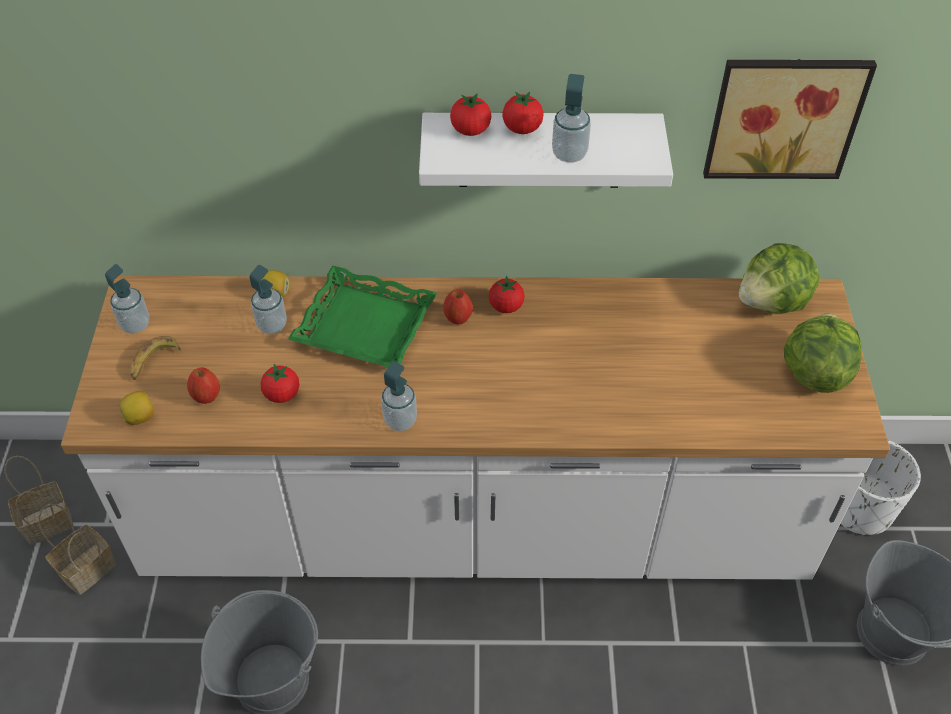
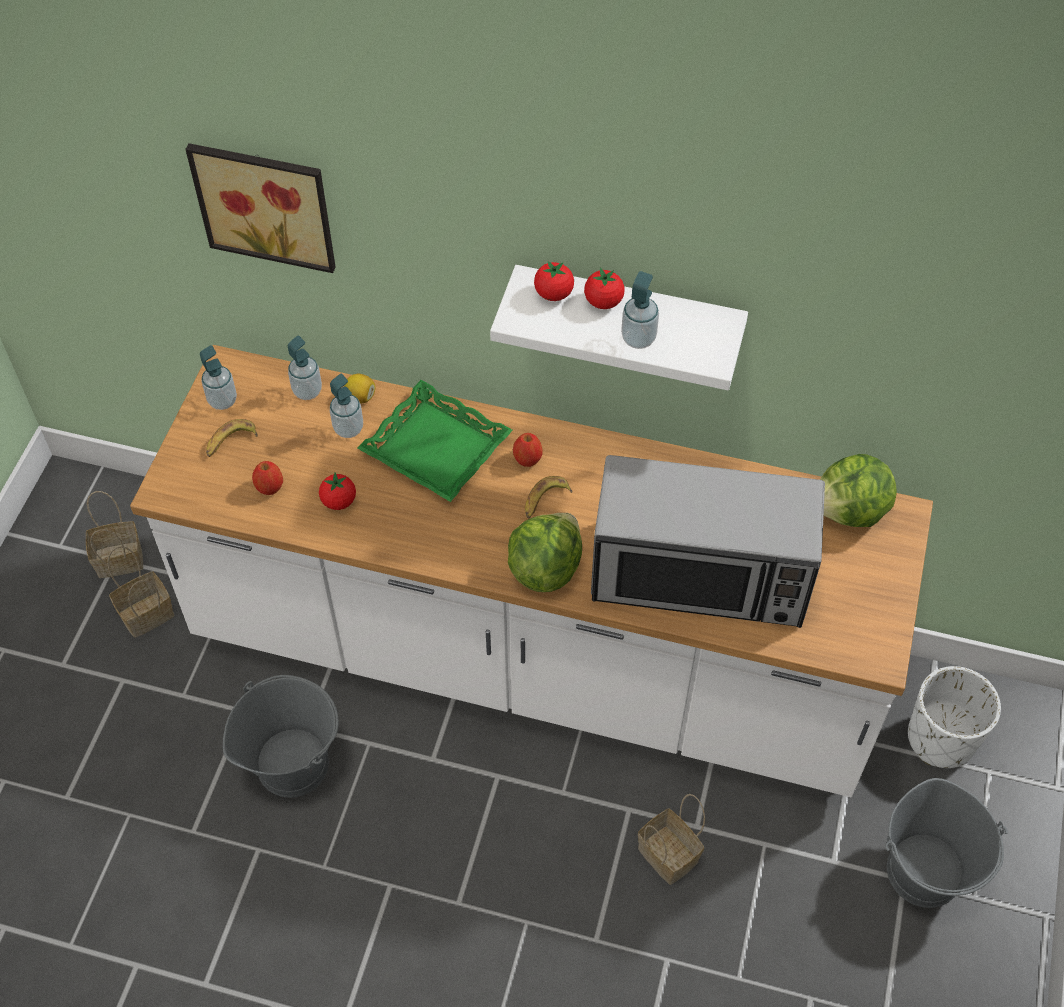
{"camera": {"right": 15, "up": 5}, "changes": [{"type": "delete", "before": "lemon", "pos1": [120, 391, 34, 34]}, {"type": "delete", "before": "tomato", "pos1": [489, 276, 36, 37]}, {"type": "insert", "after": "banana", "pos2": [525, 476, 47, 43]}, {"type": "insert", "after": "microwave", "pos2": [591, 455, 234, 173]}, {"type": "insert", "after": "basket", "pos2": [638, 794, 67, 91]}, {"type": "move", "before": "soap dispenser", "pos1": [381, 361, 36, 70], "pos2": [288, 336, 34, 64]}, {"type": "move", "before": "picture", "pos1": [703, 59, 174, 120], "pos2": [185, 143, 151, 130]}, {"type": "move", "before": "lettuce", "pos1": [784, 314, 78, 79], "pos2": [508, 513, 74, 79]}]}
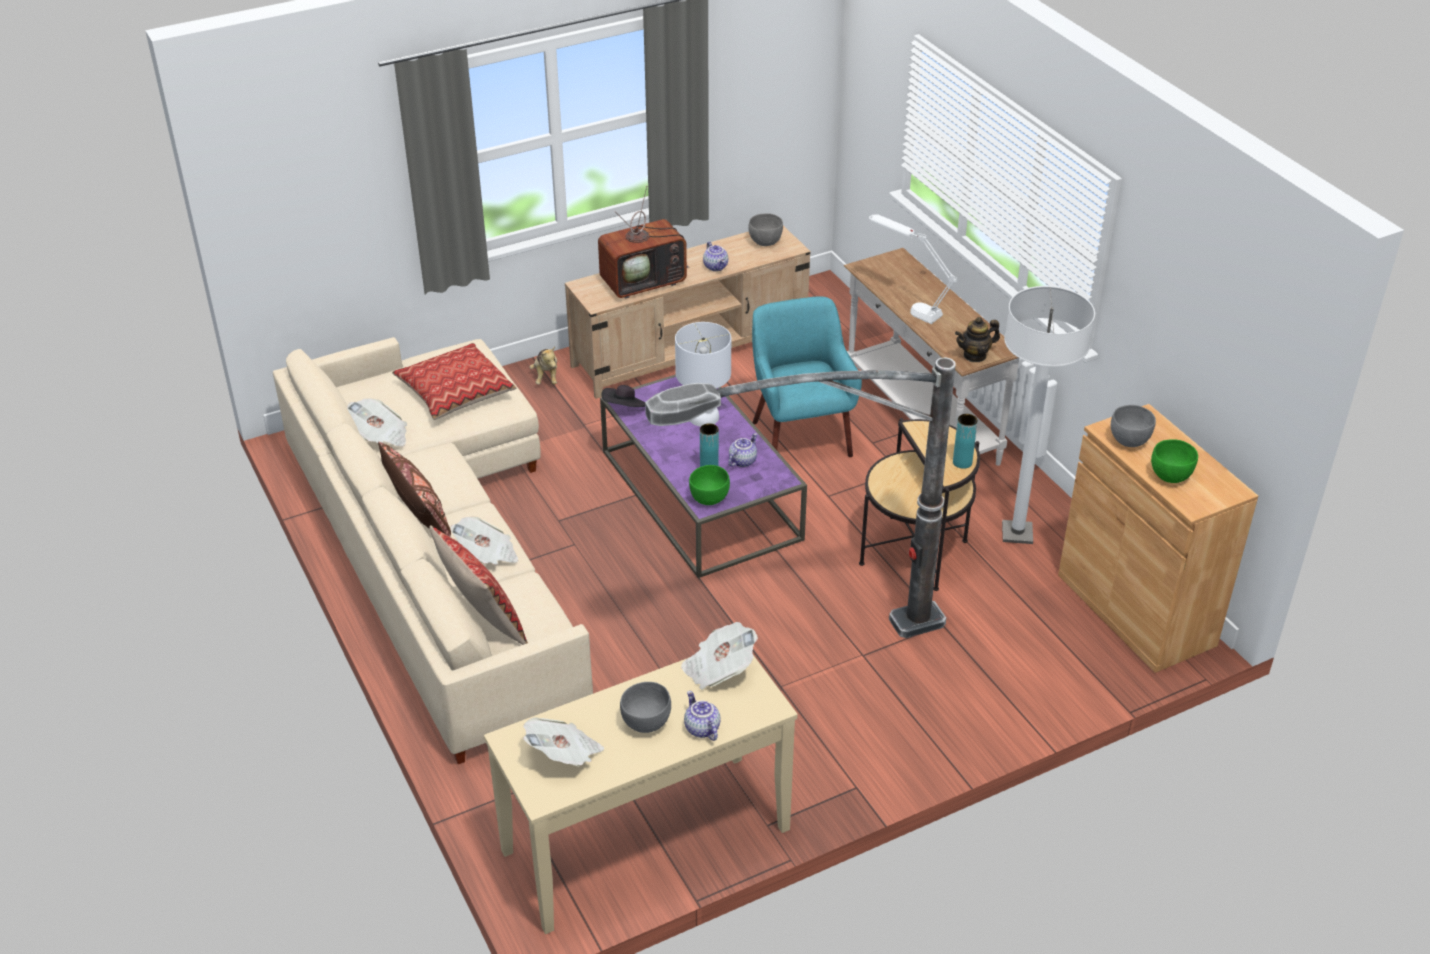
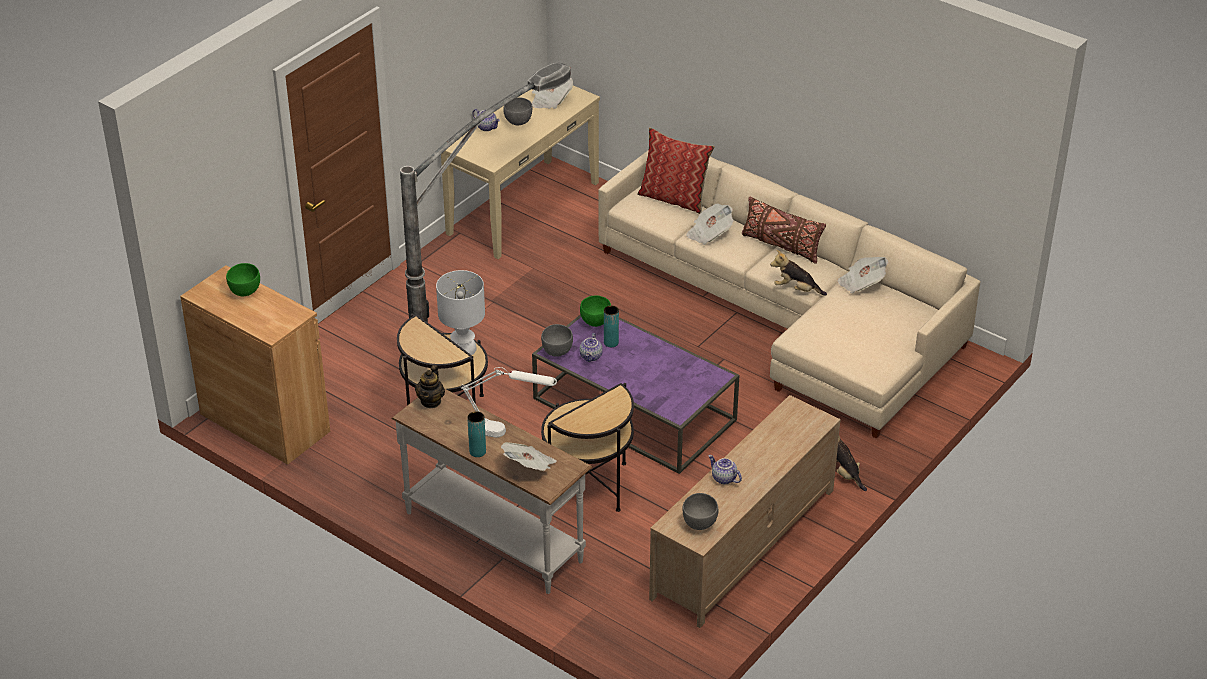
{"camera": {"right": 155, "up": 0}, "changes": [{"type": "delete", "before": "pillow", "pos1": [392, 343, 124, 77]}, {"type": "delete", "before": "television", "pos1": [598, 186, 92, 112]}, {"type": "delete", "before": "hat/black", "pos1": [602, 385, 43, 22]}, {"type": "delete", "before": "floor lamp/white", "pos1": [1002, 286, 93, 258]}, {"type": "insert", "after": "plush toy", "pos2": [770, 250, 57, 46]}, {"type": "move", "before": "table lamp/white", "pos1": [675, 322, 56, 105], "pos2": [436, 270, 49, 85]}, {"type": "move", "before": "newspaper", "pos1": [681, 622, 77, 68], "pos2": [501, 442, 56, 29]}, {"type": "move", "before": "vase/turquoise", "pos1": [953, 414, 25, 55], "pos2": [467, 411, 19, 46]}, {"type": "move", "before": "bowl/grey", "pos1": [1111, 405, 45, 42], "pos2": [541, 324, 32, 33]}, {"type": "replace", "before": "armchair/turquoise", "after": "side table", "pos1": [752, 296, 110, 161], "pos2": [541, 383, 93, 129]}, {"type": "rotate", "before": "teapot", "pos1": [955, 317, 45, 45], "pos2": [415, 365, 30, 43], "turn": 150}]}
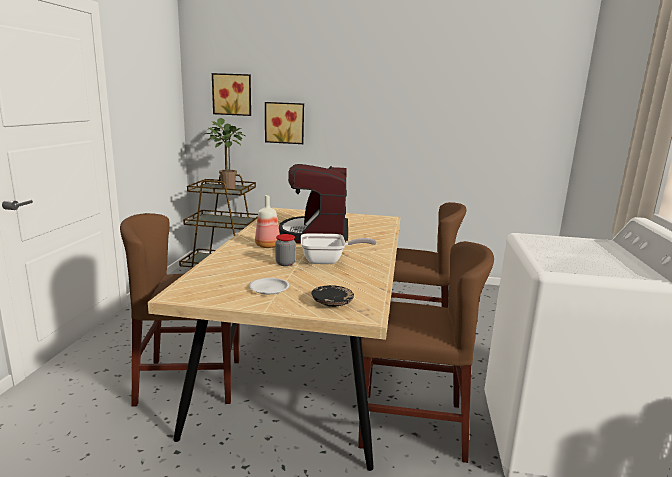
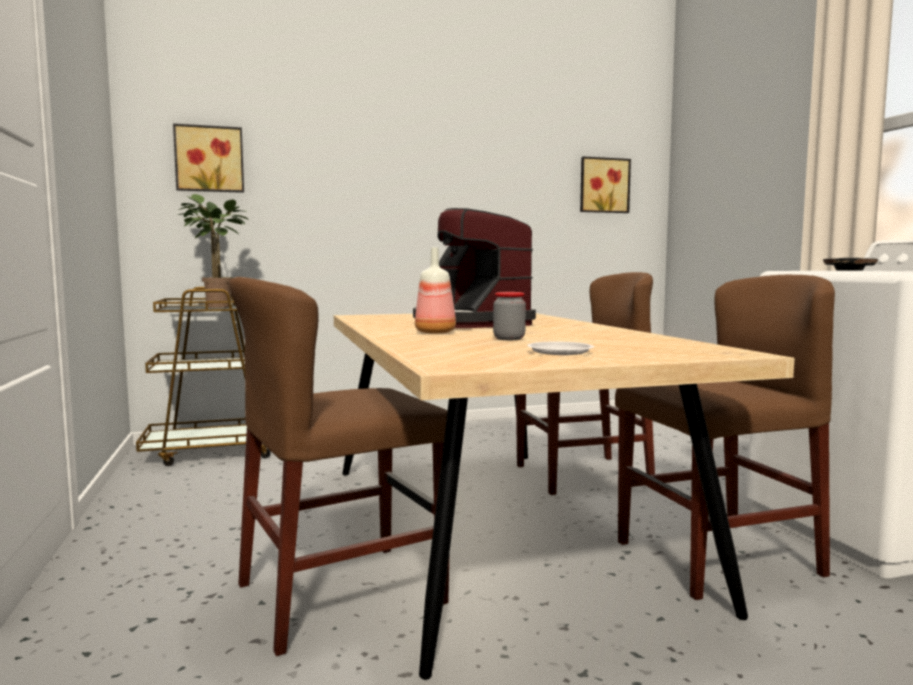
{"camera": {"right": -25, "up": -10}, "changes": [{"type": "delete", "before": "frying pan", "pos1": [301, 233, 76, 31]}, {"type": "move", "before": "picture", "pos1": [265, 102, 39, 42], "pos2": [580, 156, 51, 57]}, {"type": "move", "before": "plate/black", "pos1": [312, 285, 42, 22], "pos2": [823, 258, 55, 13]}]}
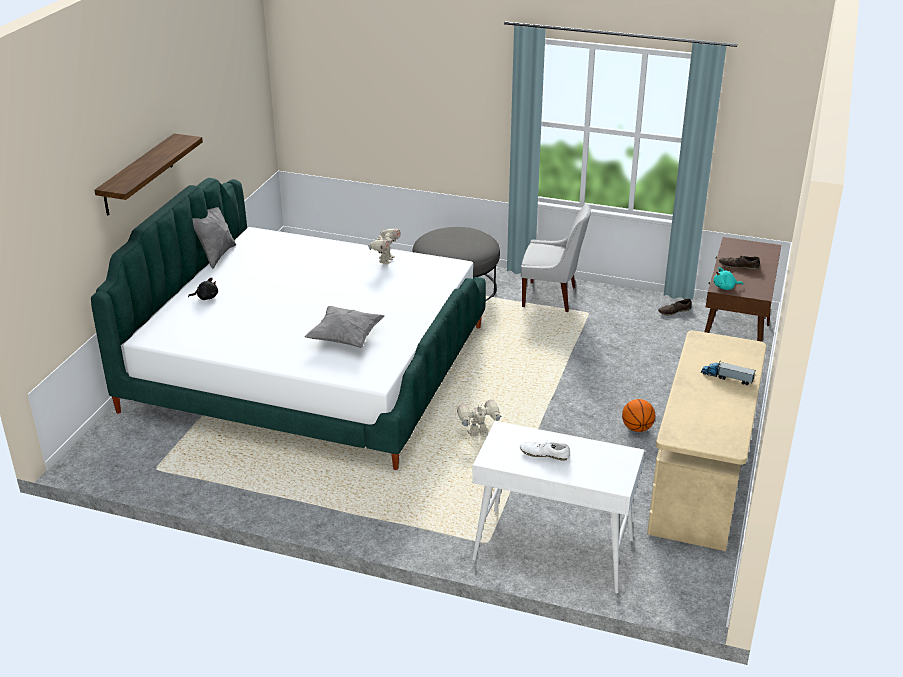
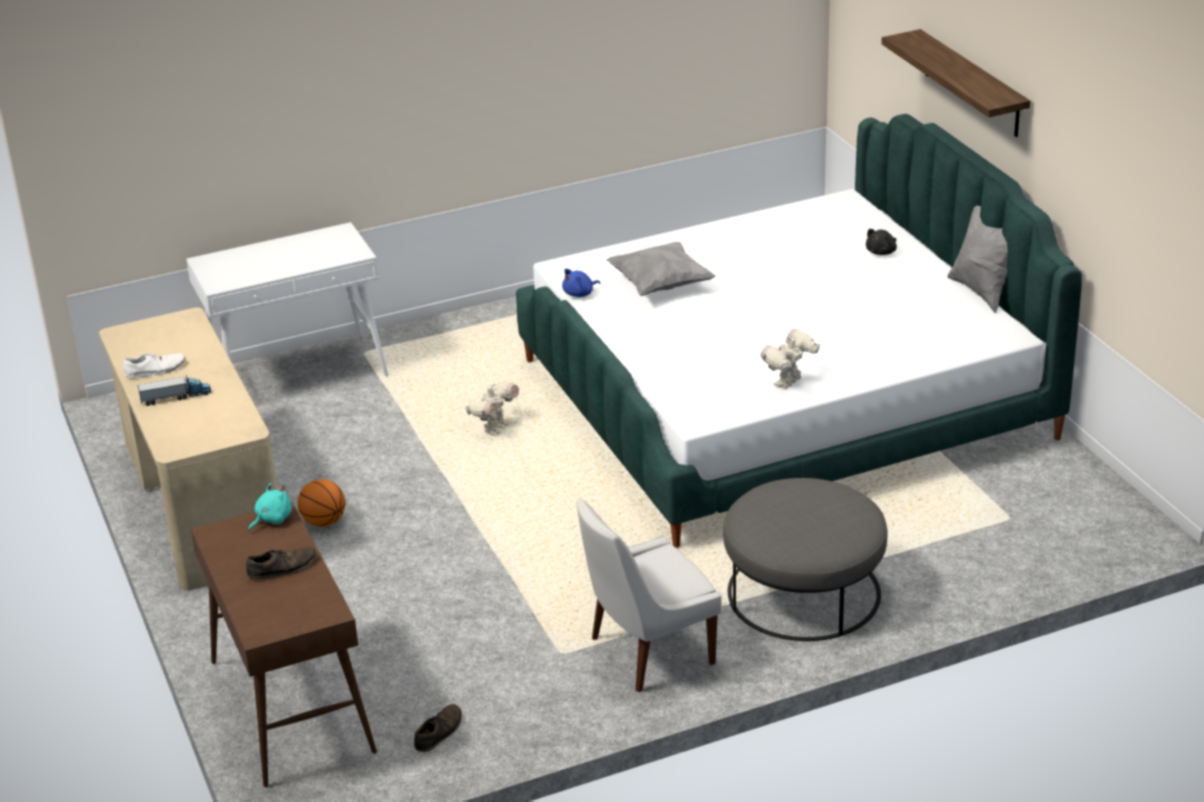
{"camera": {"right": 140, "up": 0}, "changes": [{"type": "insert", "after": "plush toy/blue", "pos2": [562, 269, 39, 28]}, {"type": "move", "before": "shoe/white", "pos1": [520, 442, 50, 19], "pos2": [123, 353, 62, 25]}, {"type": "rotate", "before": "toy robot", "pos1": [368, 229, 33, 36], "pos2": [760, 329, 60, 60], "turn": 60}]}
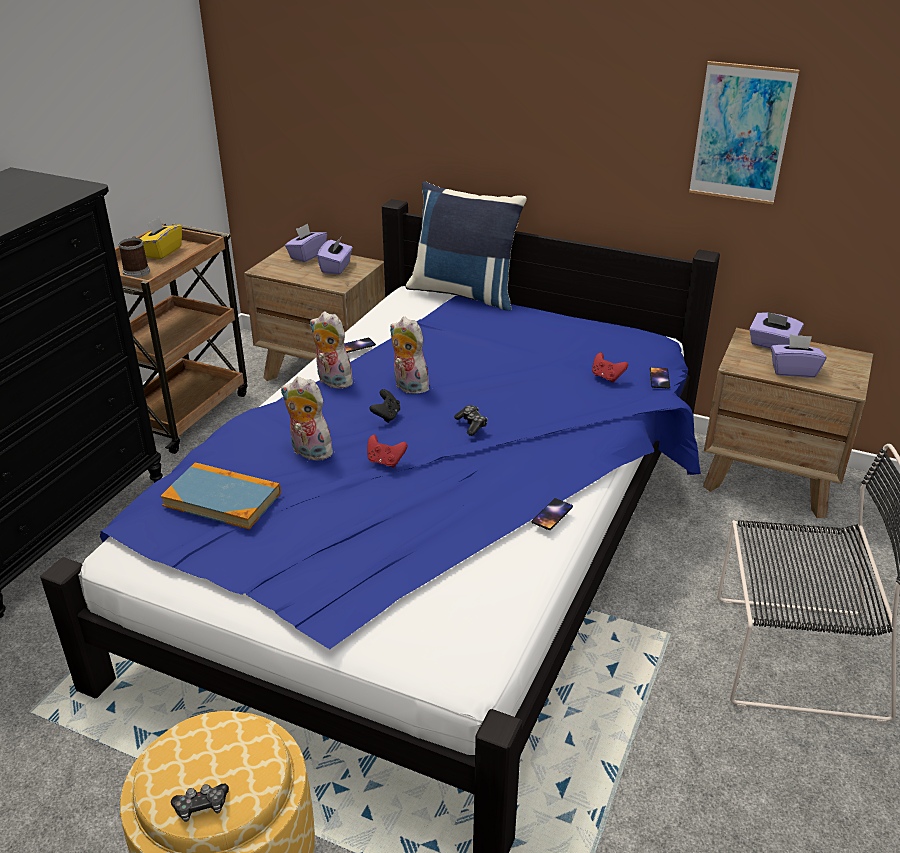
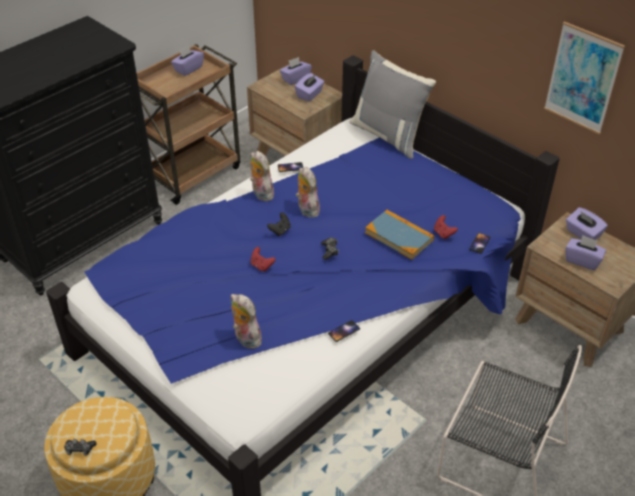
{"camera": {"right": 20, "up": 10}, "changes": [{"type": "delete", "before": "mug", "pos1": [118, 236, 32, 42]}, {"type": "move", "before": "book", "pos1": [161, 462, 120, 67], "pos2": [365, 210, 69, 50]}, {"type": "move", "before": "plush toy", "pos1": [281, 377, 52, 84], "pos2": [231, 294, 31, 55]}, {"type": "recolor", "before": "tissue box/yellow", "after": "tissue box/purple", "pos1": [140, 217, 42, 43], "pos2": [171, 46, 33, 30]}, {"type": "recolor", "before": "pillow/blue", "after": "pillow/grey", "pos1": [405, 181, 122, 130], "pos2": [350, 50, 86, 109]}]}
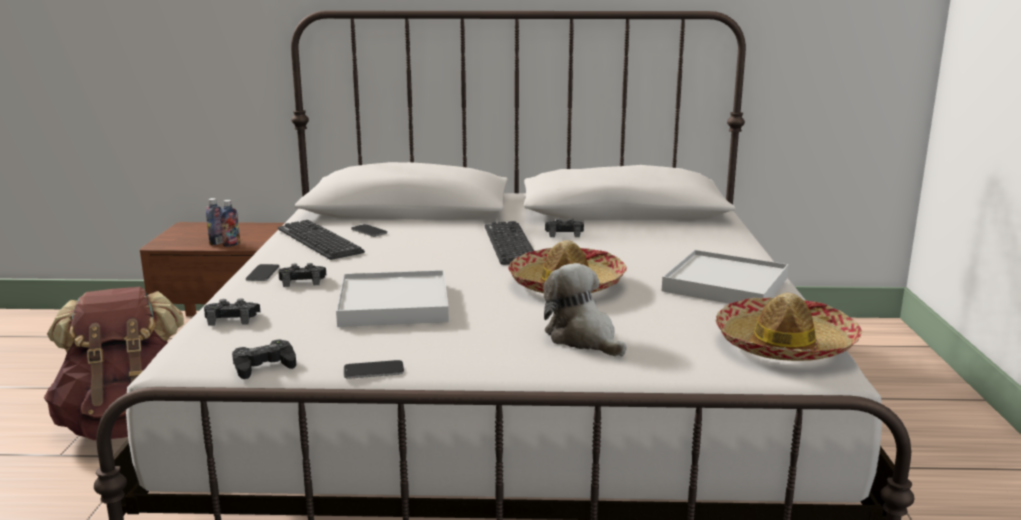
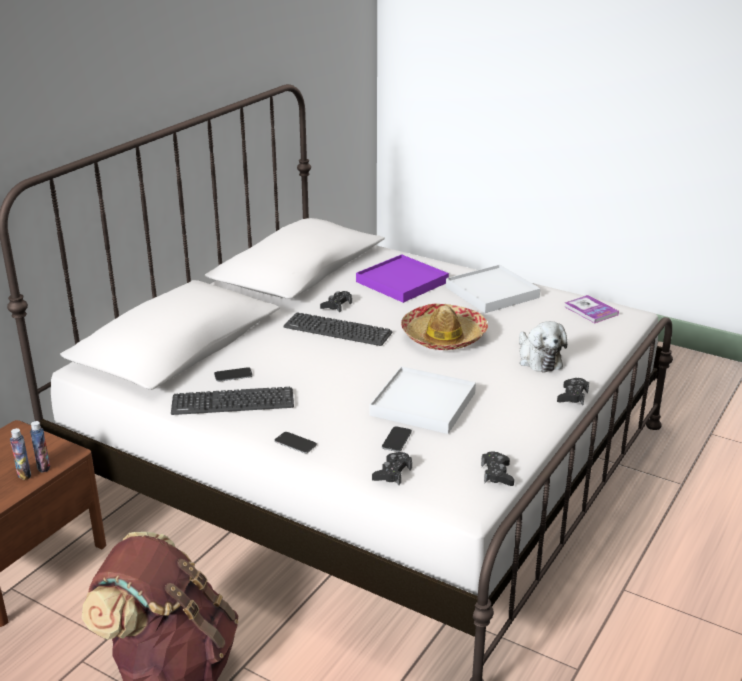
{"camera": {"right": -60, "up": 10}, "changes": [{"type": "insert", "after": "tray/purple", "pos2": [356, 254, 93, 49]}, {"type": "move", "before": "game controller/black", "pos1": [279, 263, 47, 24], "pos2": [557, 378, 32, 27]}, {"type": "move", "before": "phone", "pos1": [344, 360, 60, 19], "pos2": [382, 426, 30, 26]}, {"type": "replace", "before": "hat", "after": "book", "pos1": [716, 293, 146, 68], "pos2": [565, 295, 54, 28]}, {"type": "rotate", "before": "plush toy", "pos1": [543, 263, 84, 93], "pos2": [519, 321, 48, 52], "turn": -105}]}
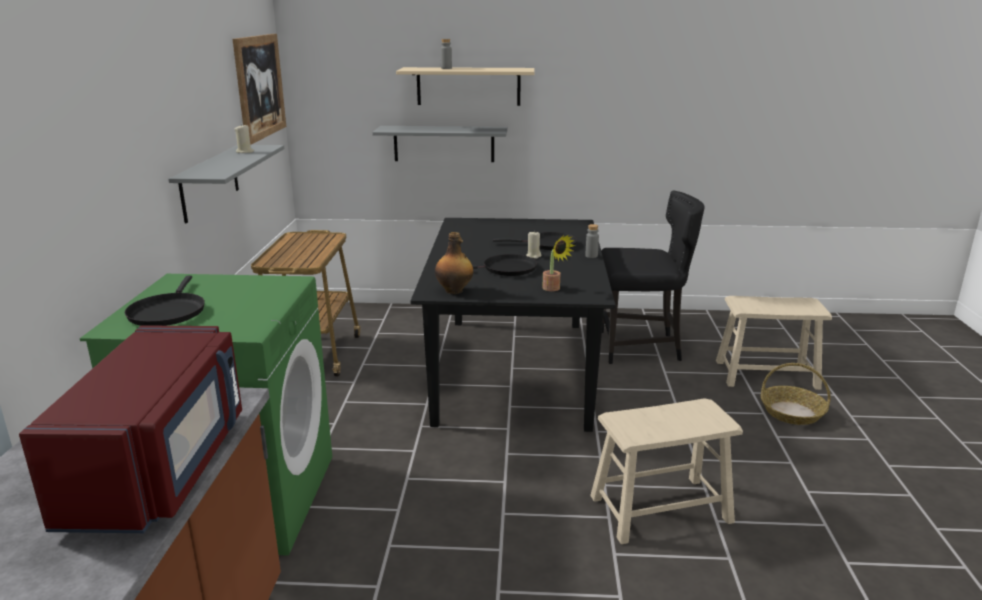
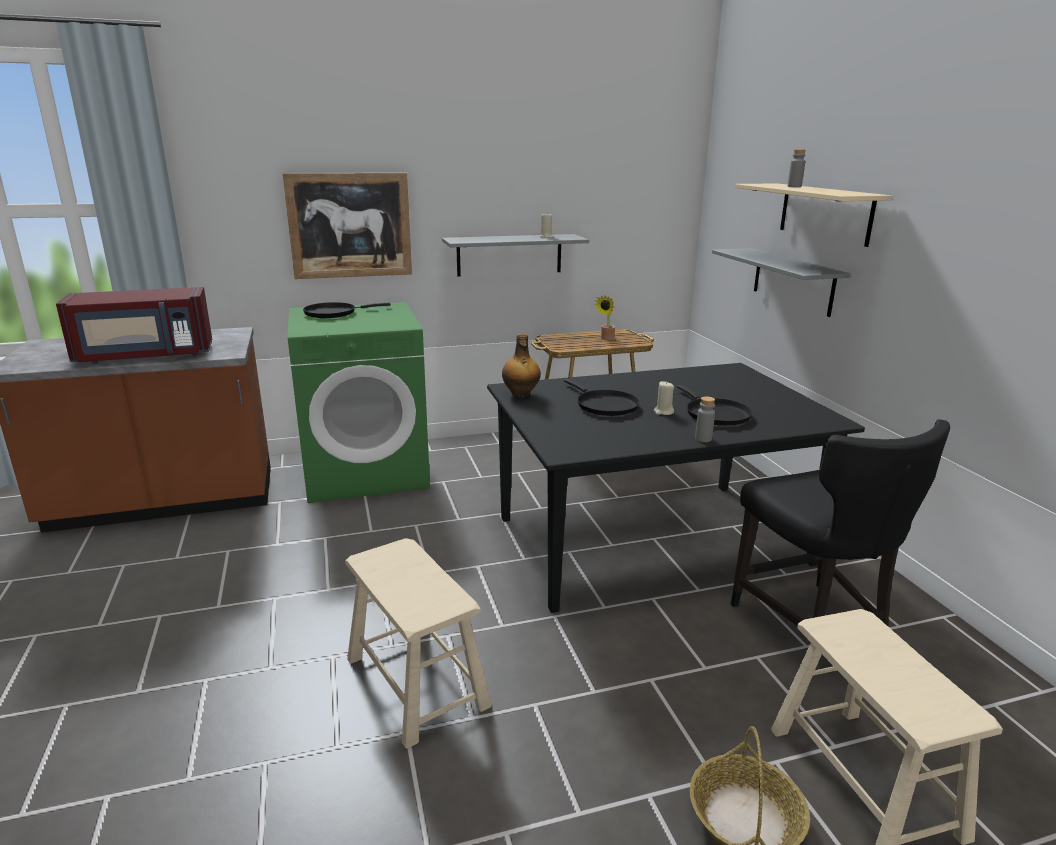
{"camera": {"right": 70, "up": 0}, "changes": [{"type": "move", "before": "picture", "pos1": [233, 34, 53, 111], "pos2": [283, 173, 129, 106]}, {"type": "move", "before": "potted plant", "pos1": [542, 235, 33, 56], "pos2": [594, 296, 21, 44]}]}
